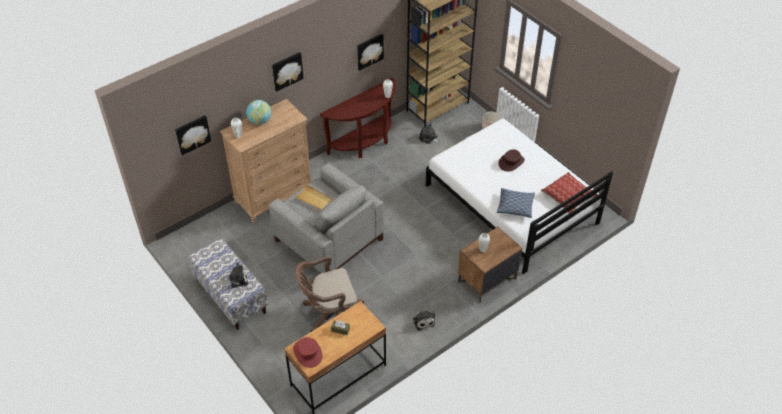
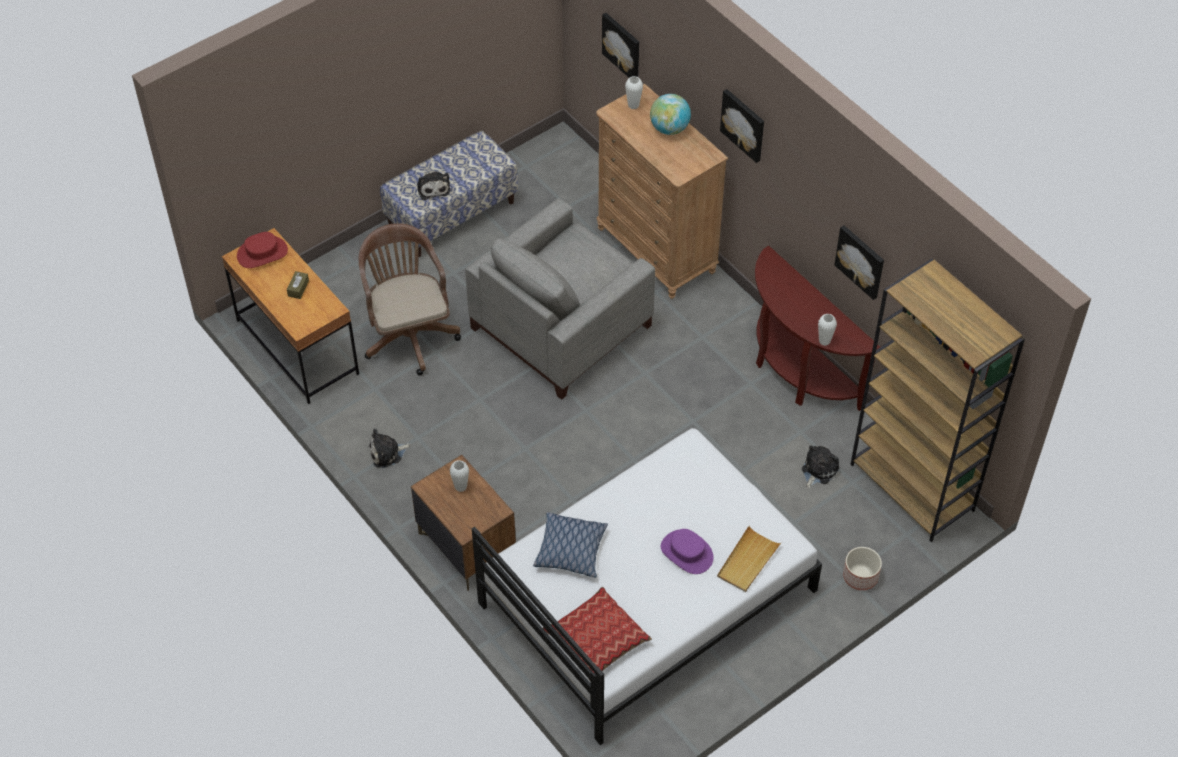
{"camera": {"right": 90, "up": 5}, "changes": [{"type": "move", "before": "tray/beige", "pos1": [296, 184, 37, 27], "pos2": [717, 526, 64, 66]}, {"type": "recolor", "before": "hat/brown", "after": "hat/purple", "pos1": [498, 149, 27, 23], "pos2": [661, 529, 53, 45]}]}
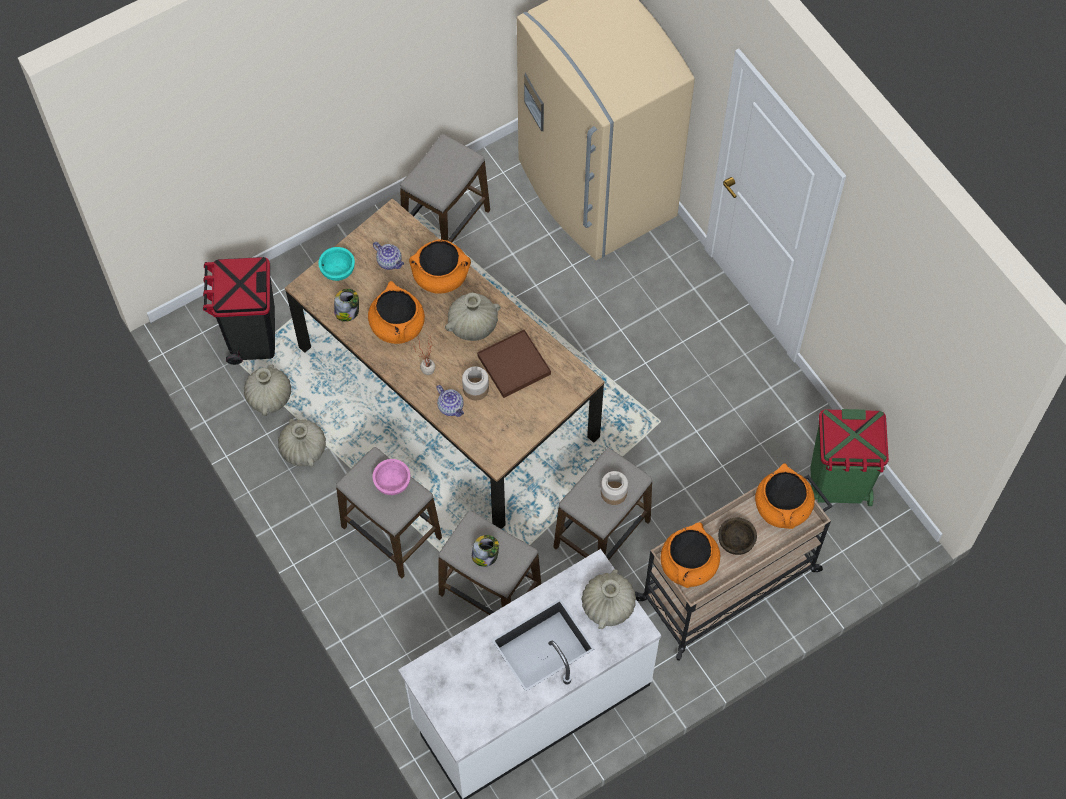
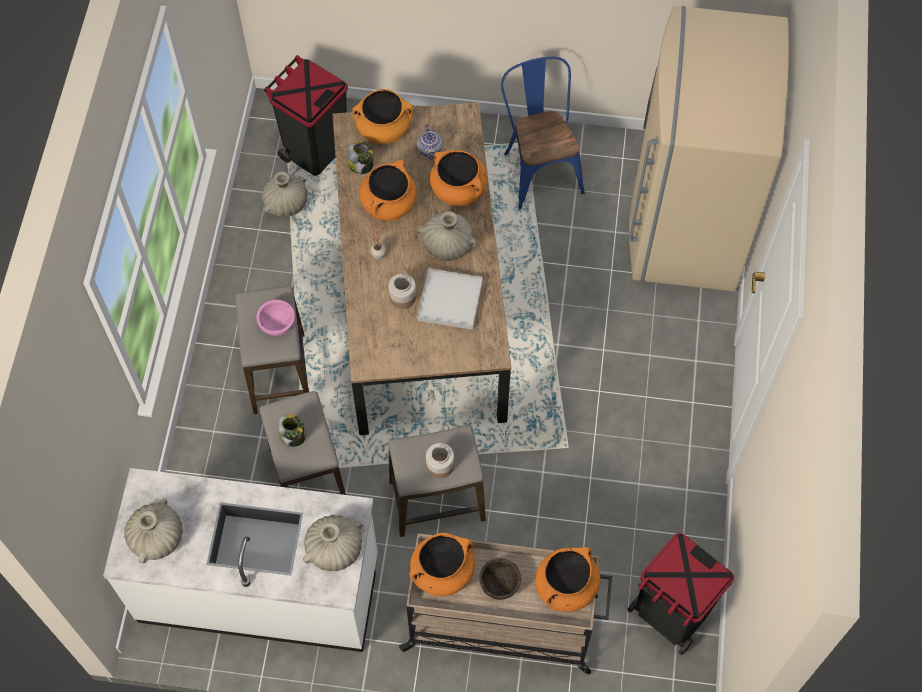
{"camera": {"right": 40, "up": 0}, "changes": [{"type": "delete", "before": "teapot", "pos1": [436, 385, 28, 32]}, {"type": "move", "before": "vase/beige", "pos1": [278, 419, 48, 48], "pos2": [124, 499, 59, 64]}, {"type": "replace", "before": "bowl/turquoise", "after": "cooking pot/orange", "pos1": [318, 247, 37, 34], "pos2": [352, 89, 62, 55]}, {"type": "replace", "before": "stool", "after": "chair/blue", "pos1": [400, 134, 90, 109], "pos2": [501, 57, 84, 152]}, {"type": "recolor", "before": "tray/brown", "after": "tray/white", "pos1": [477, 329, 74, 69], "pos2": [417, 268, 66, 62]}, {"type": "recolor", "before": "trash can/green", "after": "trash can/black", "pos1": [810, 409, 79, 97], "pos2": [627, 533, 107, 122]}]}
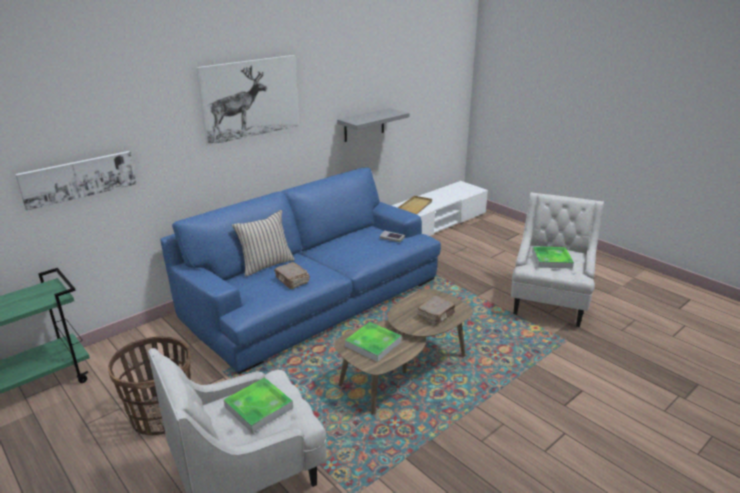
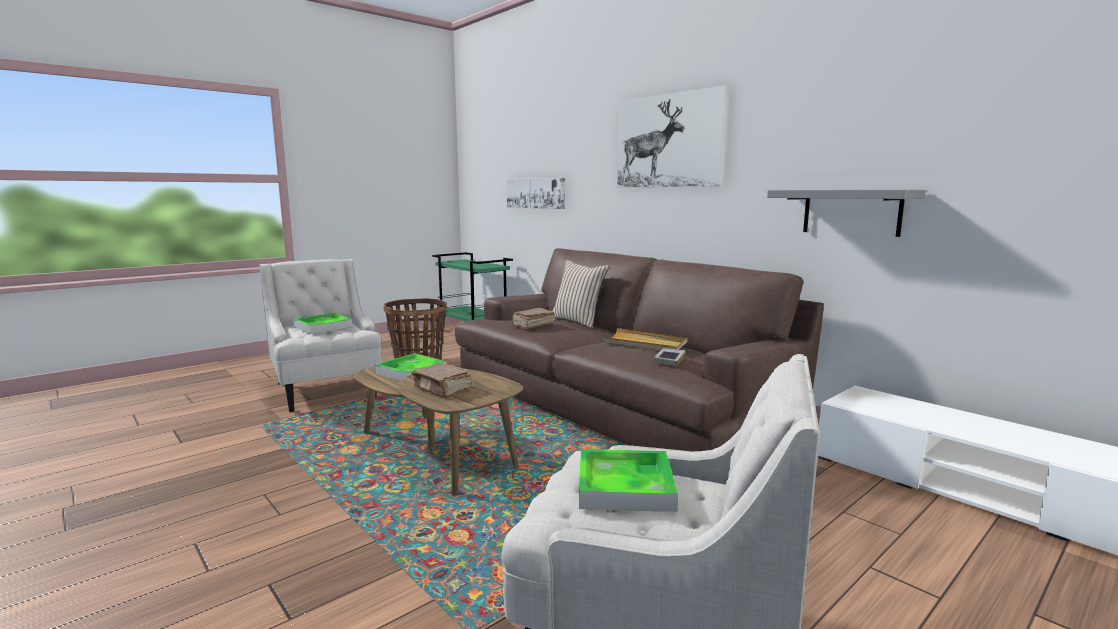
{"camera": {"right": 90, "up": -15}, "changes": [{"type": "move", "before": "tray/beige", "pos1": [398, 196, 34, 18], "pos2": [601, 328, 86, 23]}, {"type": "recolor", "before": "sofa/blue", "after": "sofa/brown", "pos1": [160, 167, 281, 207], "pos2": [455, 248, 369, 203]}]}
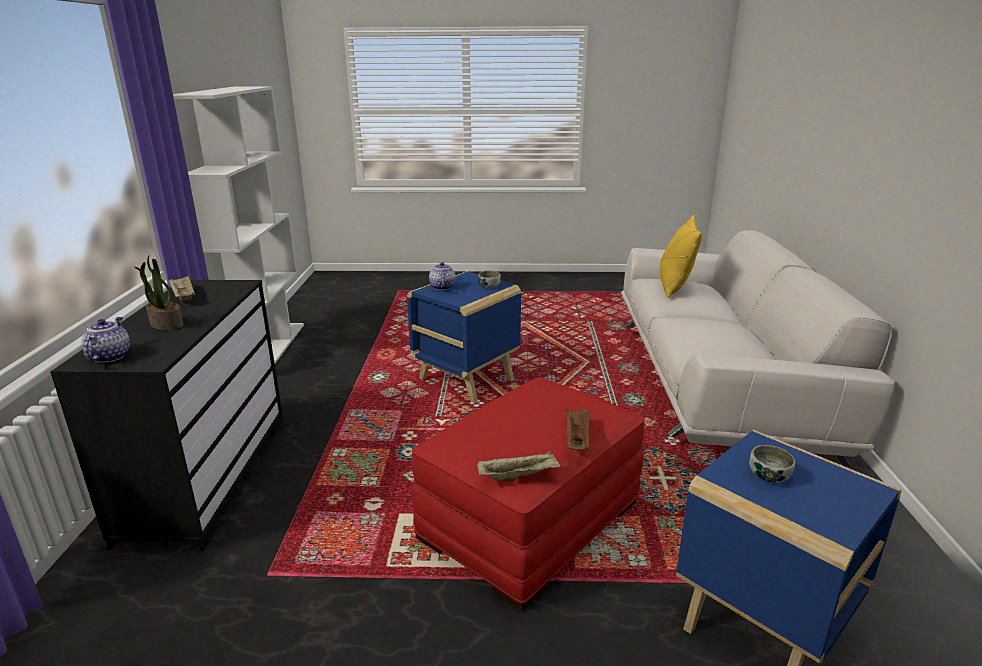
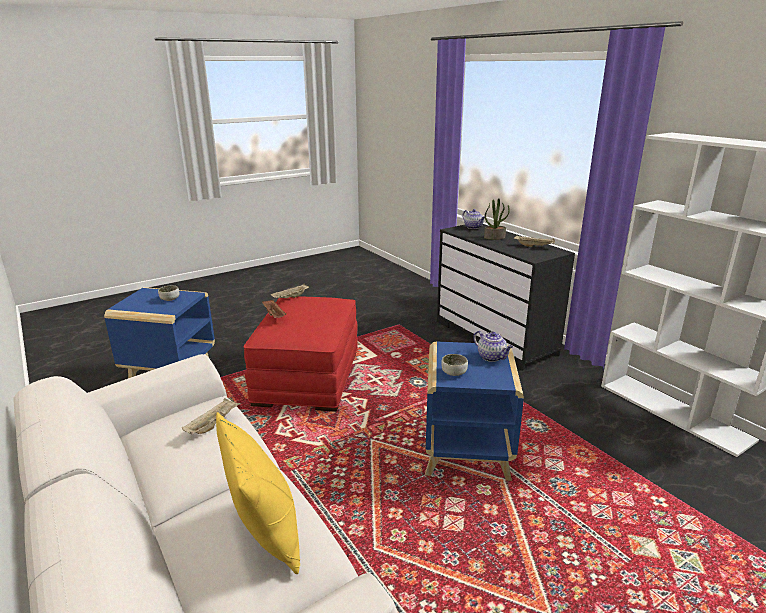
{"camera": {"right": 145, "up": 0}, "changes": [{"type": "insert", "after": "tray/beige", "pos2": [182, 398, 59, 37]}]}
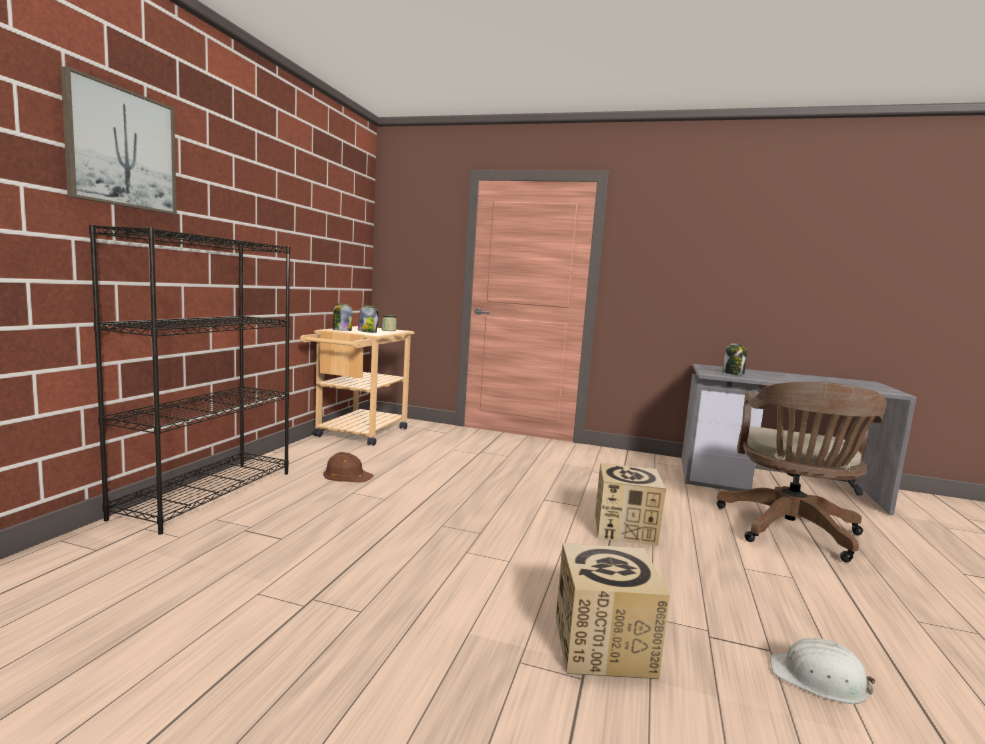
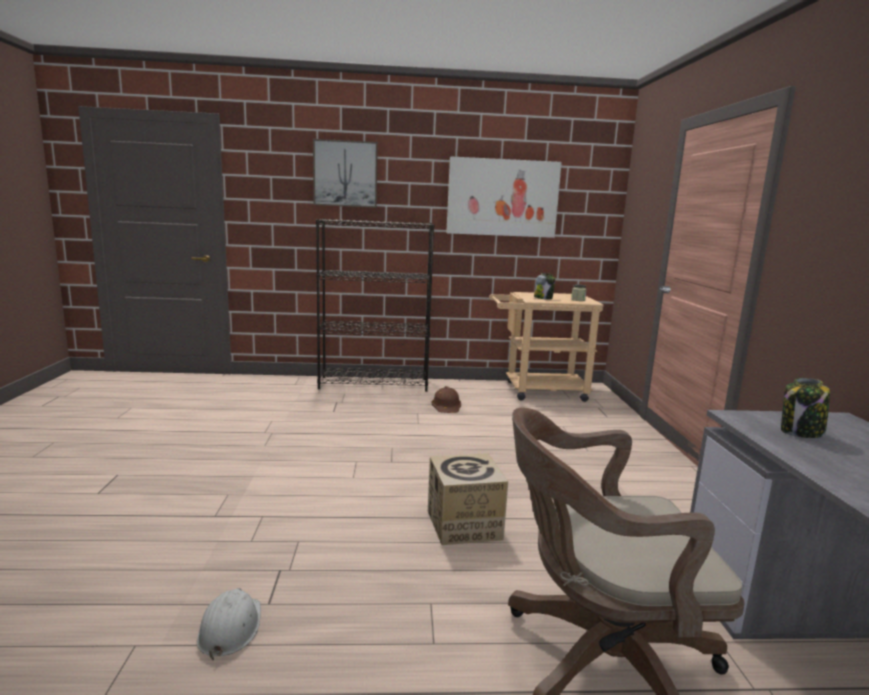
{"camera": {"right": 70, "up": 5}, "changes": [{"type": "delete", "before": "jar", "pos1": [332, 304, 21, 27]}, {"type": "delete", "before": "cardboard box", "pos1": [556, 543, 114, 136]}, {"type": "insert", "after": "picture", "pos2": [446, 156, 116, 82]}]}
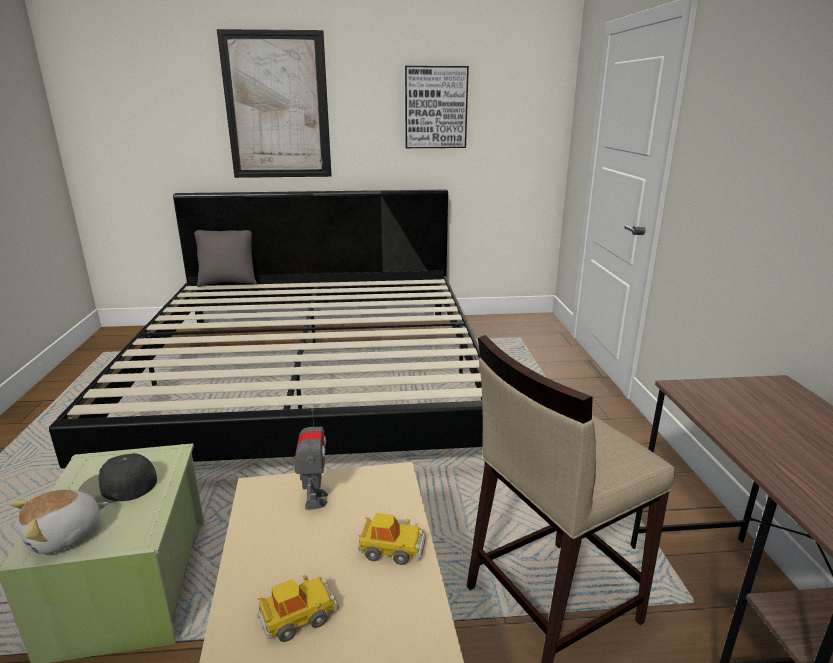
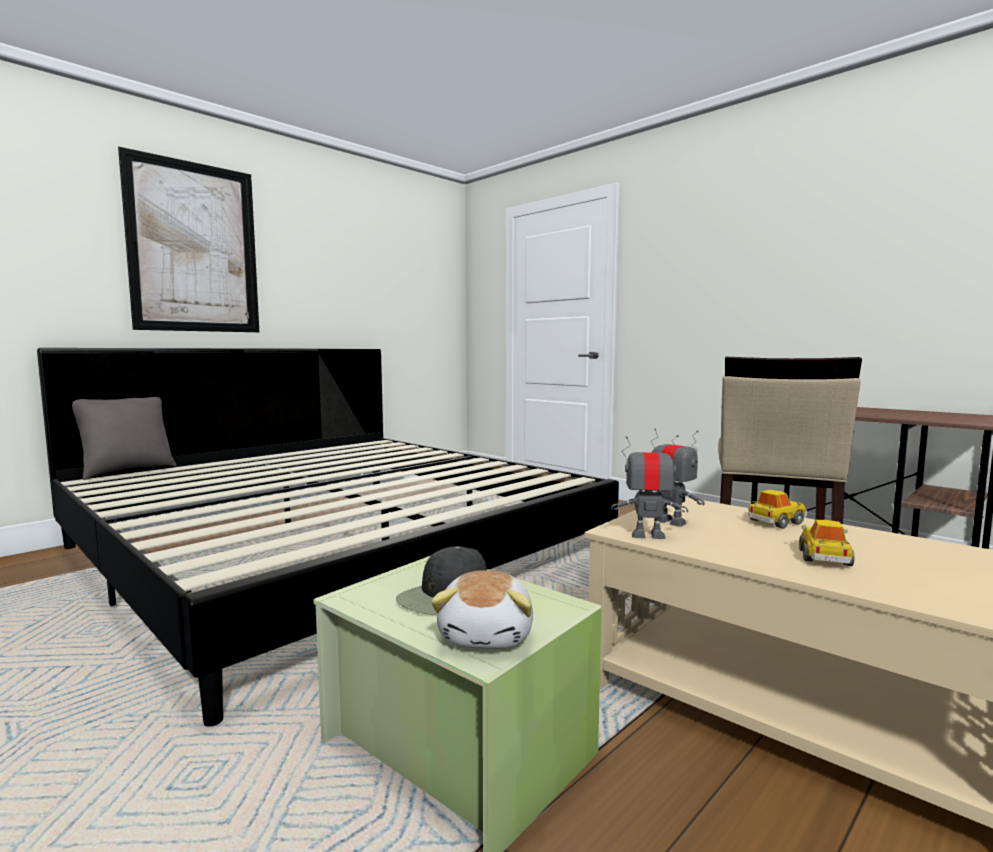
{"camera": {"right": -40, "up": -15}, "changes": [{"type": "delete", "before": "picture", "pos1": [405, 66, 64, 82]}, {"type": "insert", "after": "toy robot", "pos2": [611, 435, 77, 104]}]}
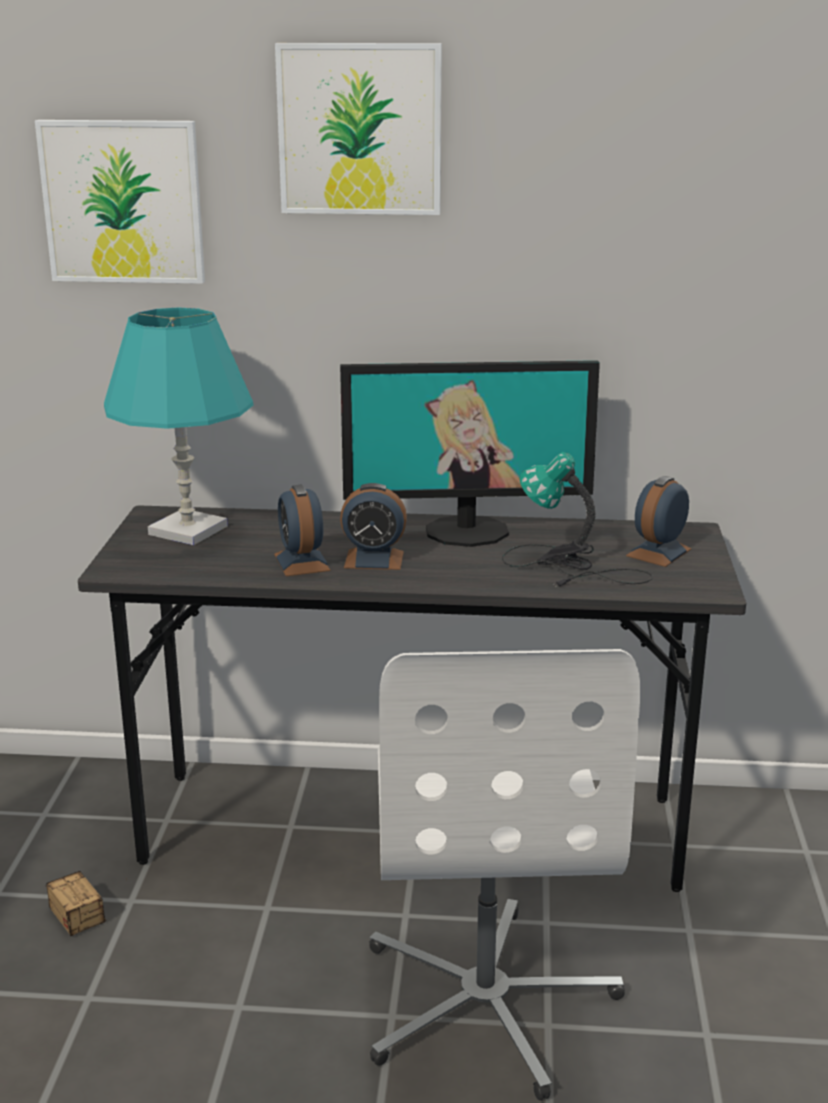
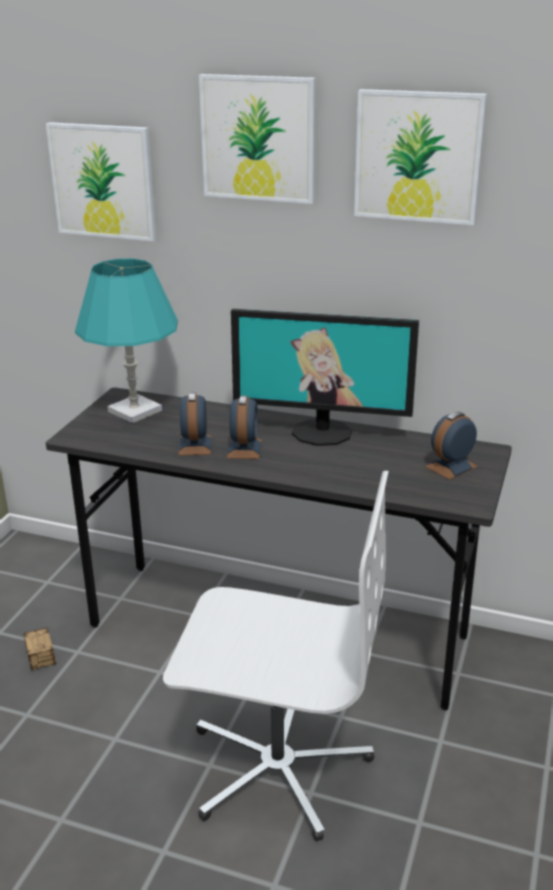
{"camera": {"right": 15, "up": 5}, "changes": [{"type": "delete", "before": "table lamp", "pos1": [502, 452, 151, 135]}, {"type": "insert", "after": "picture", "pos2": [354, 89, 133, 136]}, {"type": "rotate", "before": "alarm clock", "pos1": [340, 483, 67, 87], "pos2": [227, 395, 35, 64], "turn": -105}, {"type": "rotate", "before": "office chair/white", "pos1": [369, 649, 271, 452], "pos2": [163, 471, 226, 371], "turn": -90}]}
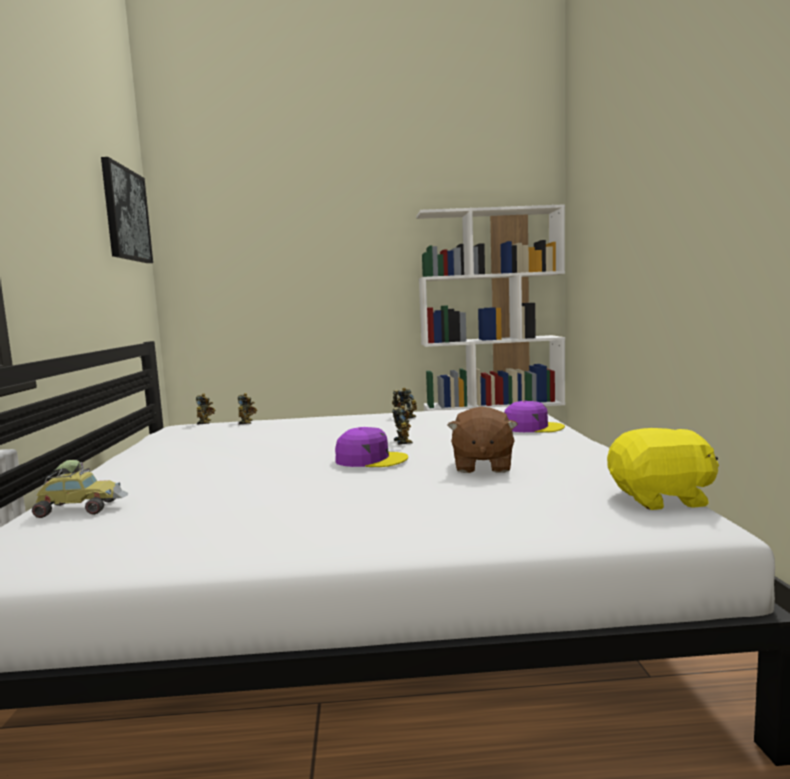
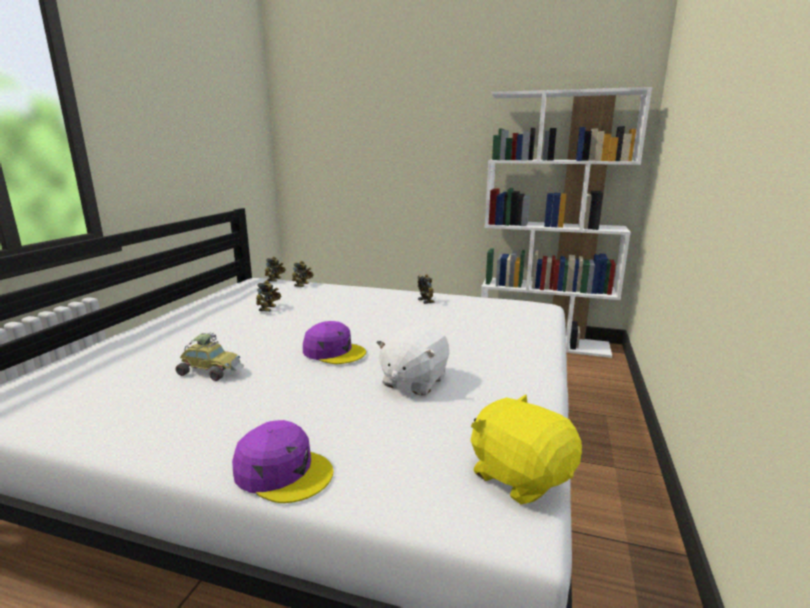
{"camera": {"right": 20, "up": 10}, "changes": [{"type": "delete", "before": "picture", "pos1": [101, 157, 52, 106]}, {"type": "move", "before": "toy car", "pos1": [32, 460, 96, 58], "pos2": [176, 332, 68, 49]}, {"type": "move", "before": "toy robot", "pos1": [392, 406, 21, 39], "pos2": [256, 280, 25, 32]}, {"type": "move", "before": "cap/purple", "pos1": [504, 401, 61, 32], "pos2": [232, 420, 101, 83]}, {"type": "recolor", "before": "plush toy/brown", "after": "plush toy/white", "pos1": [447, 406, 71, 67], "pos2": [376, 325, 73, 71]}, {"type": "rotate", "before": "plush toy/yellow", "pos1": [607, 428, 112, 82], "pos2": [471, 394, 111, 110], "turn": -150}]}
